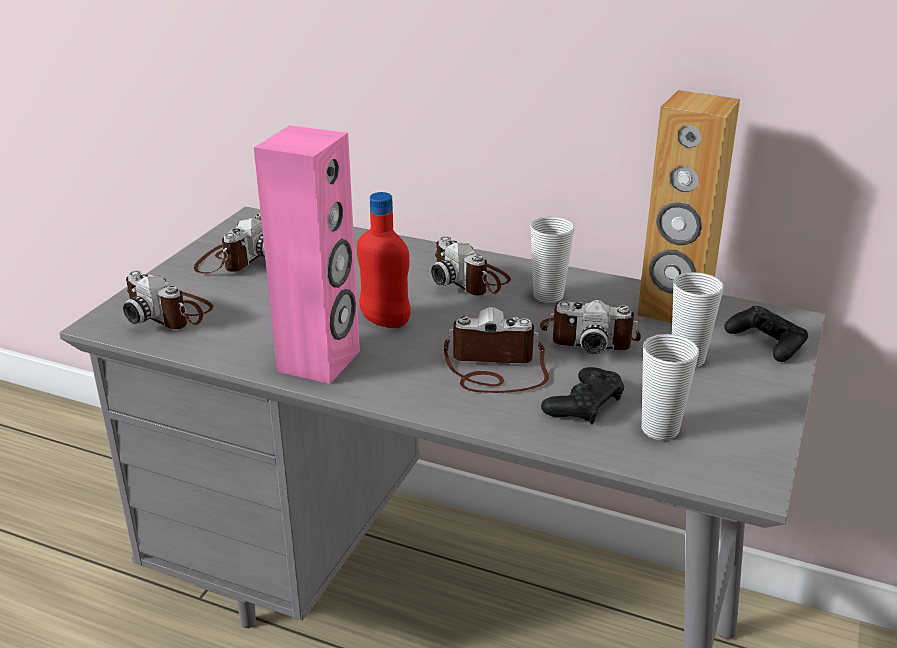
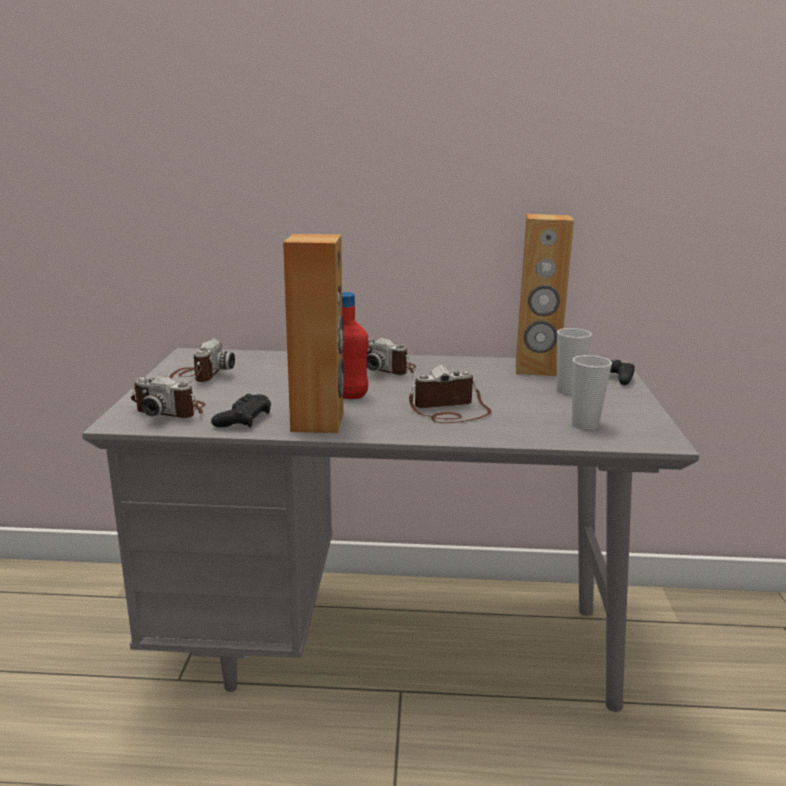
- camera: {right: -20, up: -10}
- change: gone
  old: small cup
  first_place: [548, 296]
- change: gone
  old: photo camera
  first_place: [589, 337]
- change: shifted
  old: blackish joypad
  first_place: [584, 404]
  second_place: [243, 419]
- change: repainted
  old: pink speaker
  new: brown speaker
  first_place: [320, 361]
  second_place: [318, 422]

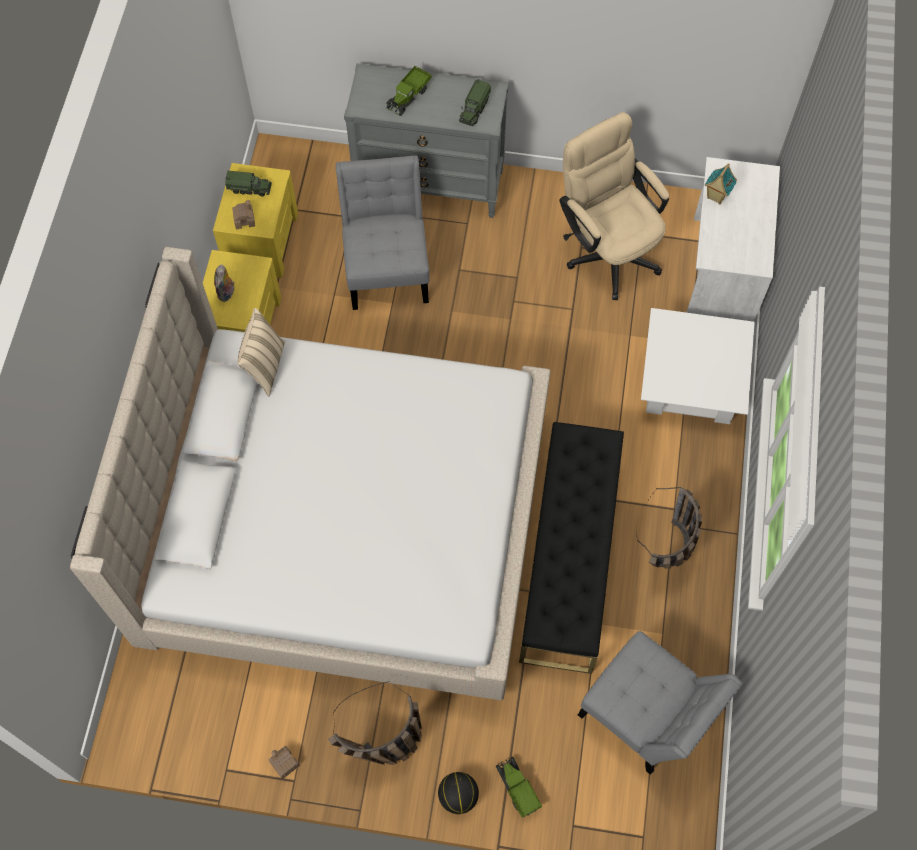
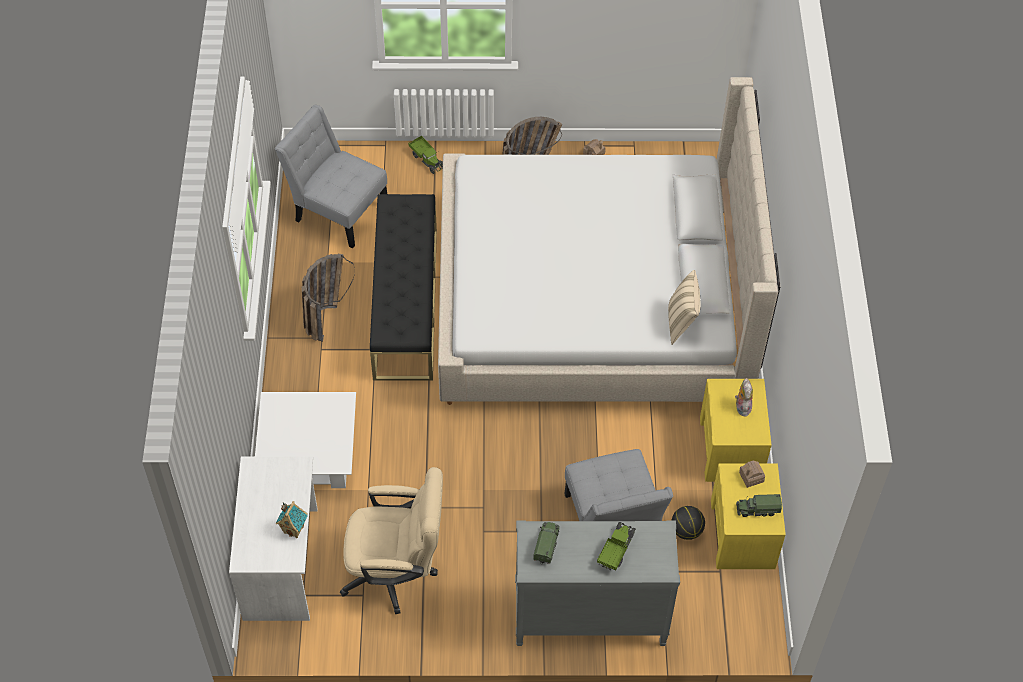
- camera: {right: 170, up: -10}
- change: shifted
  old: ball for basketball
  first_place: [458, 796]
  second_place: [686, 530]
- change: rotated
  old: beige-coloured desk chair
  first_place: [607, 249]
  second_place: [397, 572]
  degrees: -45

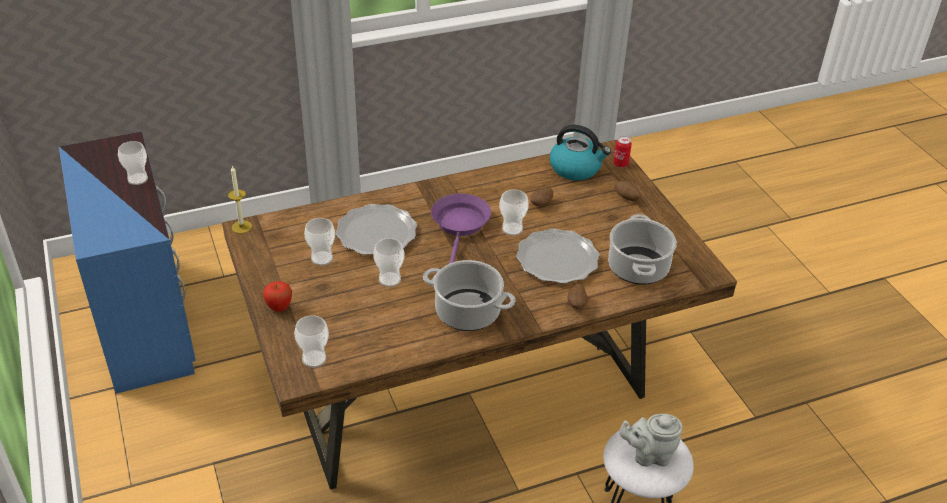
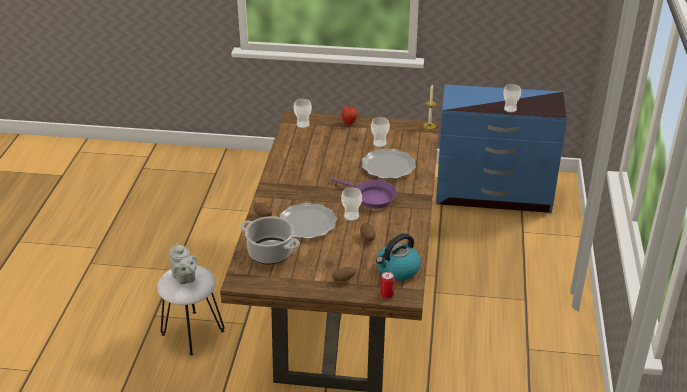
- camera: {right: 120, up: -5}
- change: gone
  old: small cup
  first_place: [389, 279]
- change: gone
  old: saucepot
  first_place: [466, 312]
- change: rotated
  old: greyish tea pot
  first_place: [649, 455]
  second_place: [185, 278]
  degrees: 120

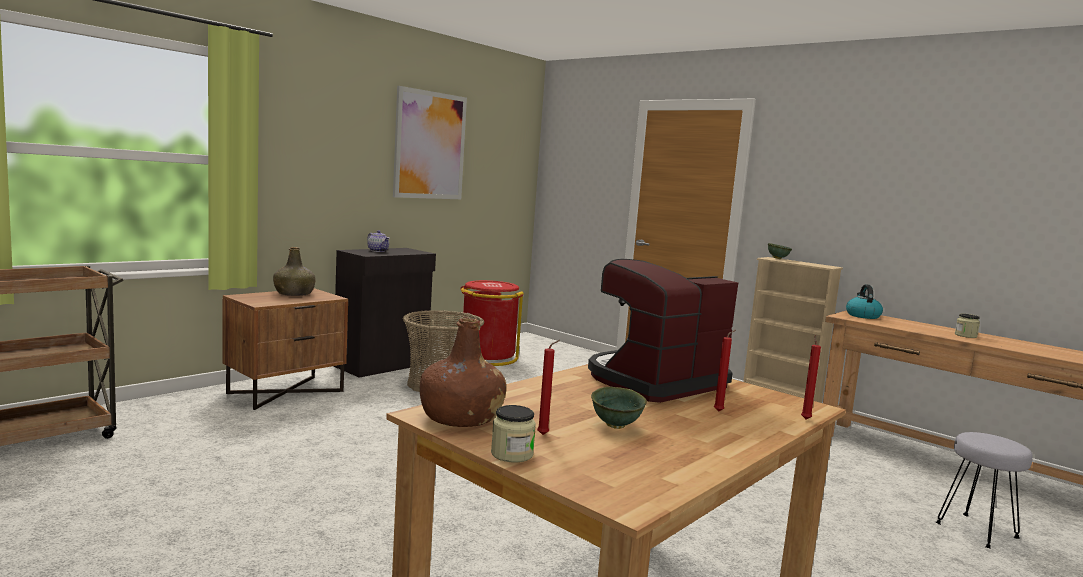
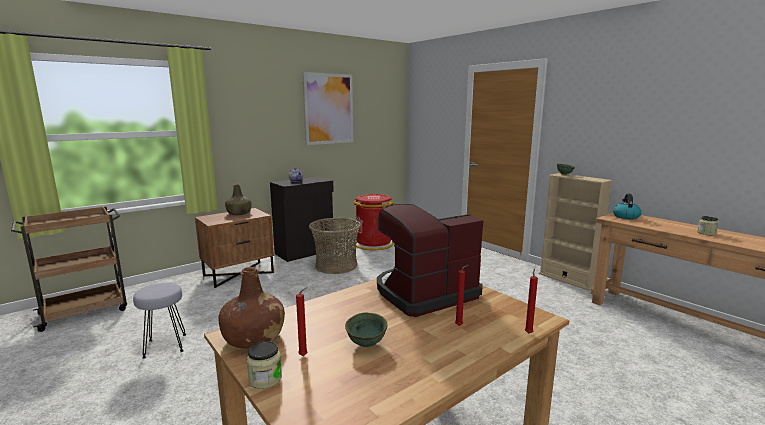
- camera: {right: 10, up: 5}
- change: shifted
  old: greyish sitting stool
  first_place: [977, 531]
  second_place: [165, 346]

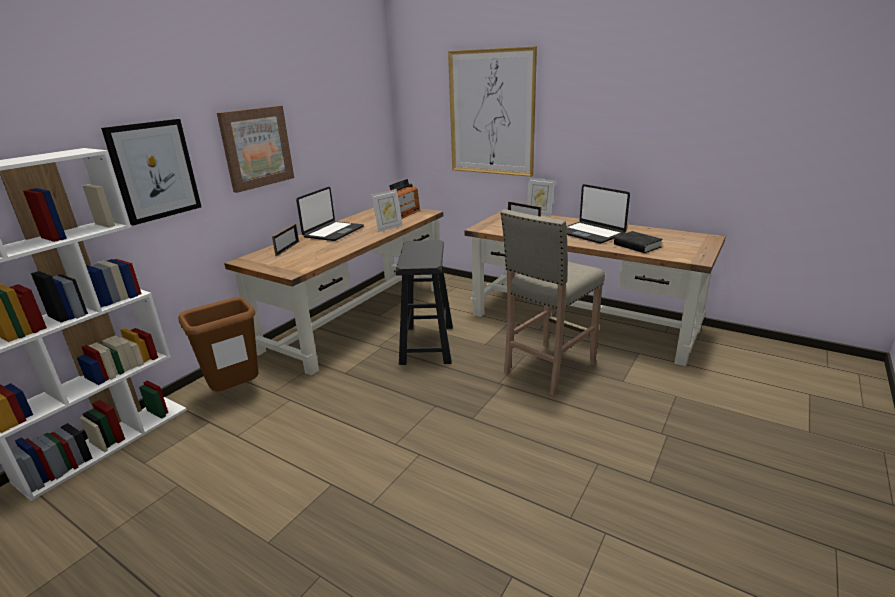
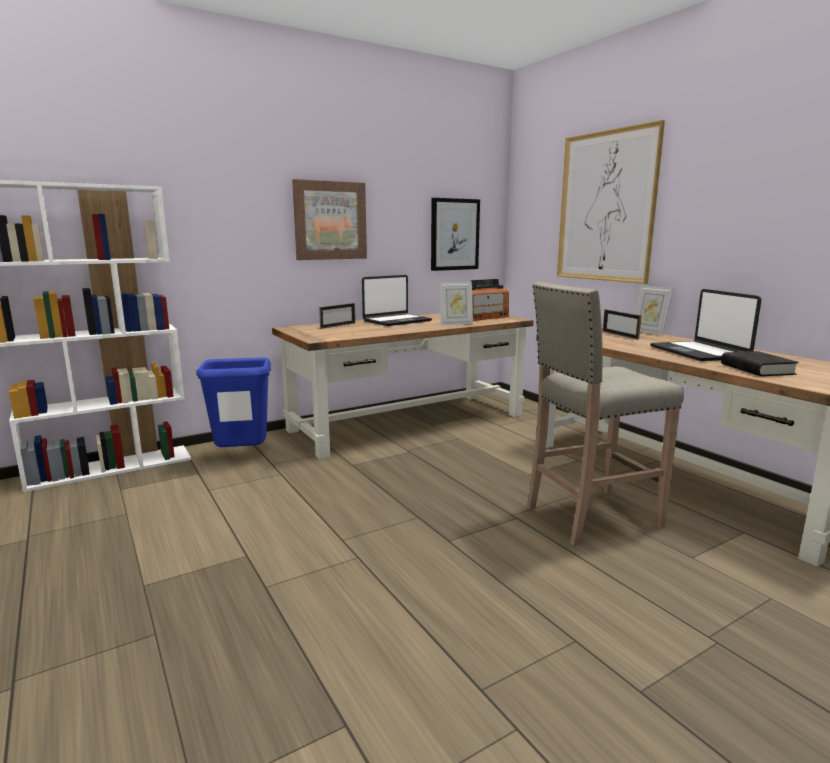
- camera: {right: 25, up: -10}
- change: gone
  old: blackish sitting stool
  first_place: [427, 345]
- change: shifted
  old: wall art
  first_place: [154, 170]
  second_place: [454, 234]
- change: repainted
  old: brown waste bin
  new: bluish waste bin
  first_place: [235, 393]
  second_place: [241, 457]

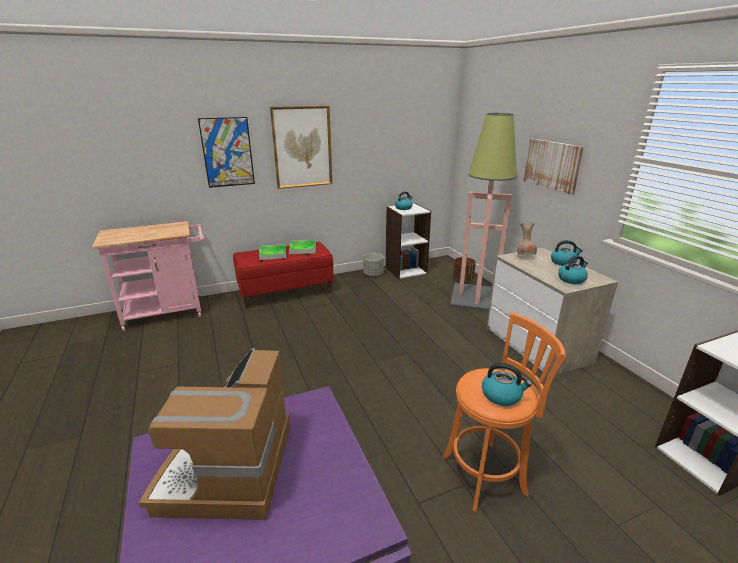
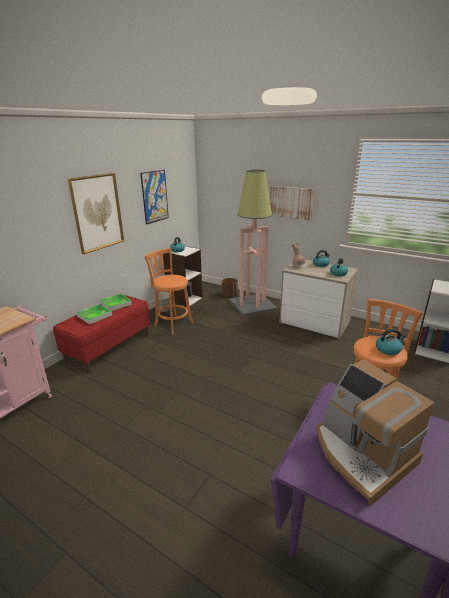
- camera: {right: -35, up: 0}
- change: new
  new: orangey sitting stool
  second_place: [172, 324]
- change: shifted
  old: wall art
  first_place: [227, 152]
  second_place: [155, 196]

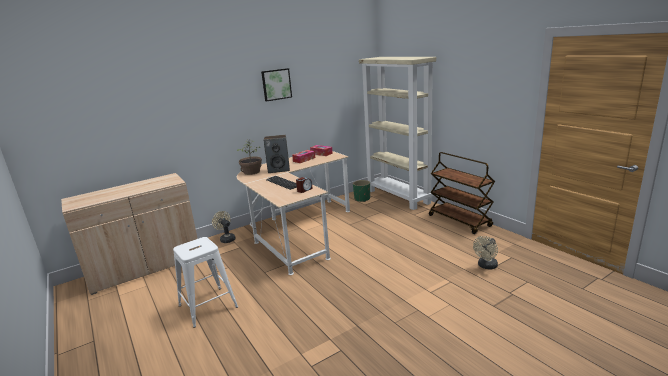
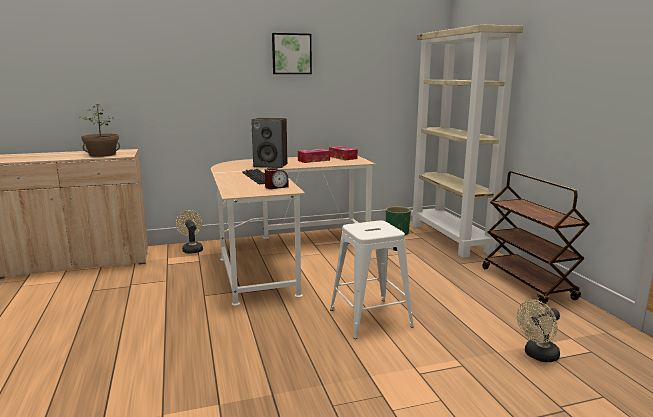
- camera: {right: 15, up: -5}
- change: shifted
  old: whitish sitting stool
  first_place: [208, 306]
  second_place: [370, 318]
- change: shifted
  old: plant in a pot
  first_place: [251, 172]
  second_place: [102, 154]

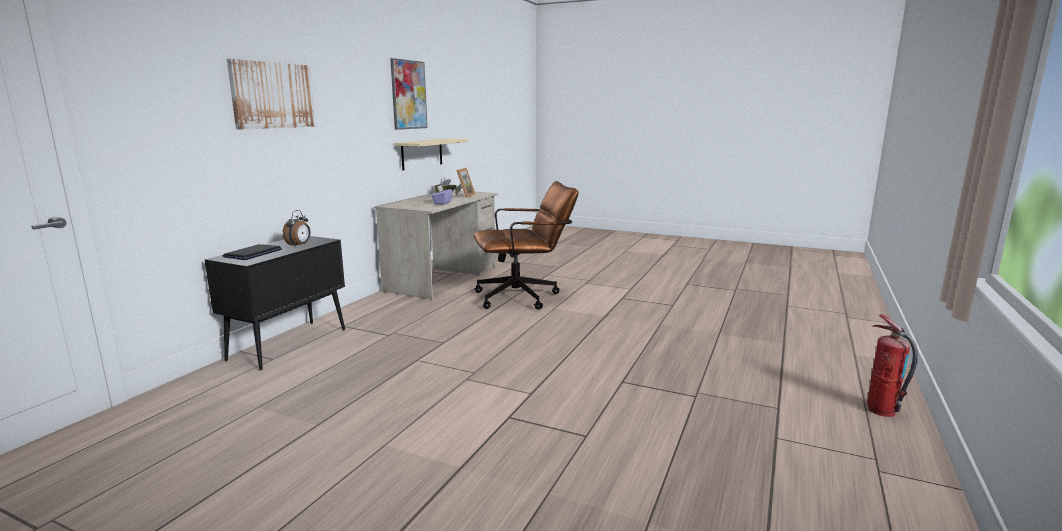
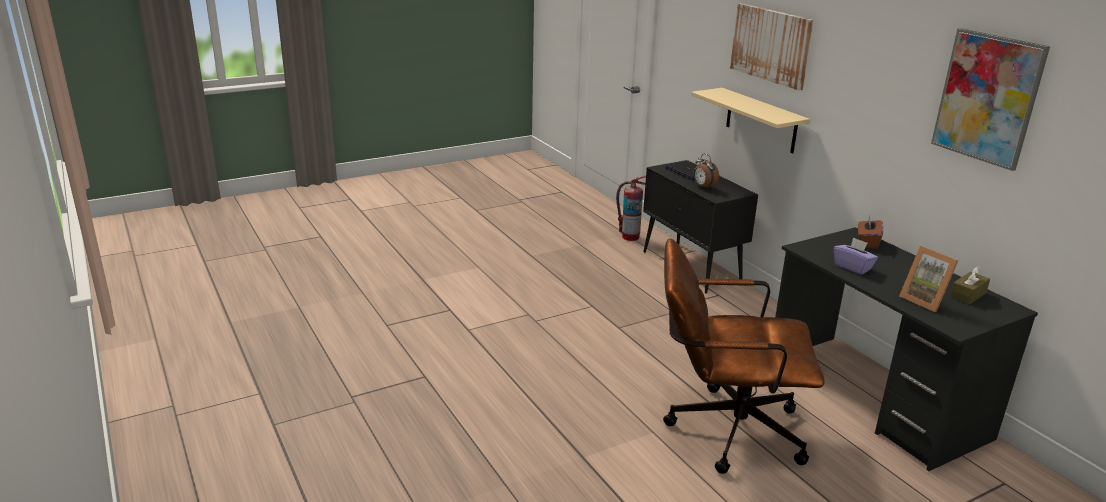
- camera: {right: 125, up: 10}
- change: new
  new: brown box of tissues
  second_place: [867, 242]
- change: shifted
  old: beige-coloured bracket shelf
  first_place: [422, 153]
  second_place: [761, 120]
- change: shifted
  old: fire-fighting cylinder
  first_place: [881, 410]
  second_place: [630, 237]
- change: repainted
  old: beige-coloured desk table
  new: blackish desk table
  first_place: [443, 278]
  second_place: [874, 397]
- change: rotated
  old: brown desk chair
  first_place: [524, 297]
  second_place: [723, 429]
  degrees: 75

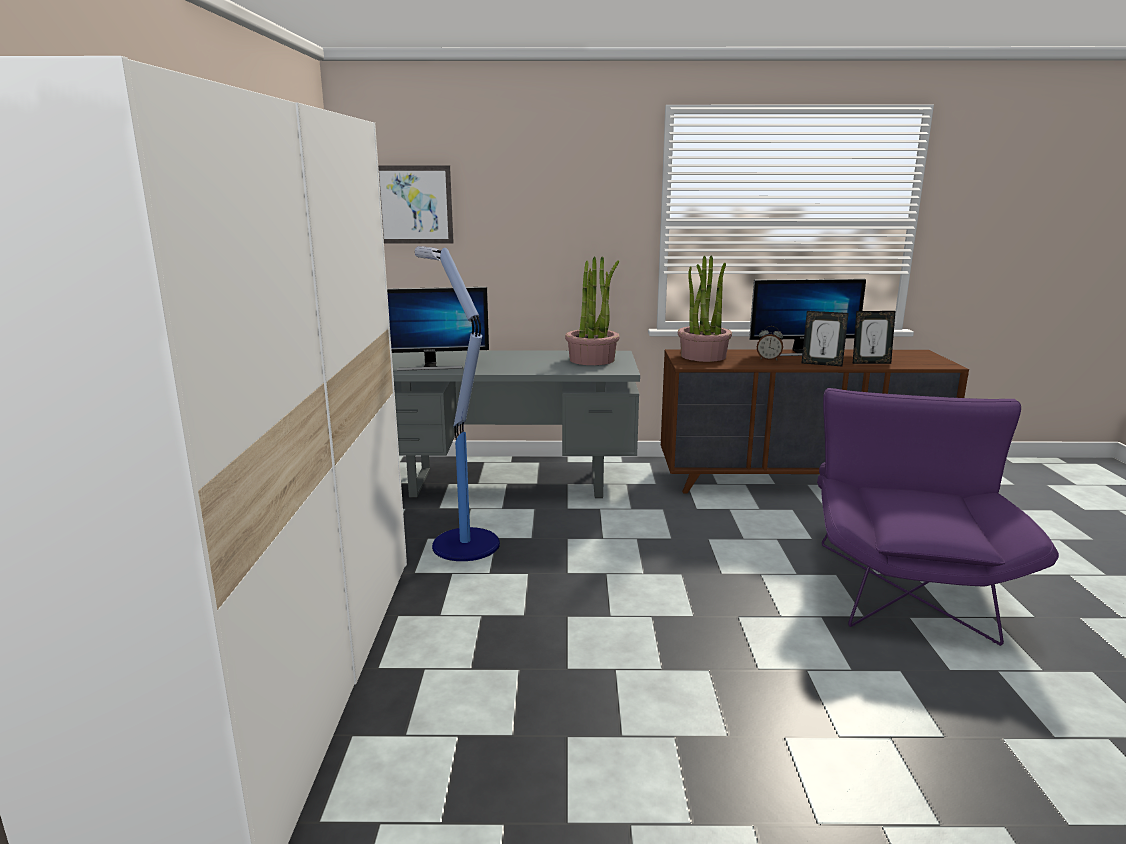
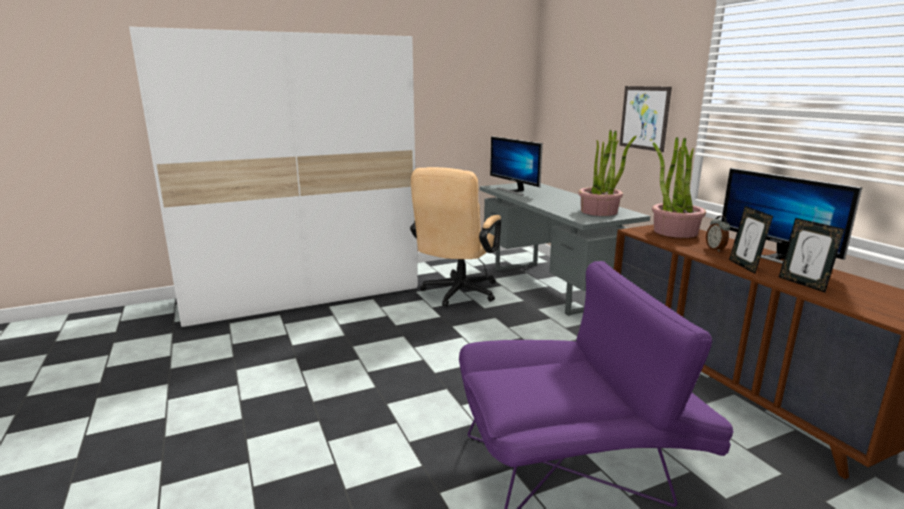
- camera: {right: 65, up: 0}
- change: shifted
  old: wall art
  first_place: [414, 204]
  second_place: [644, 118]
- change: swapped
  old: floor lamp
  new: beige-coloured desk chair
  first_place: [464, 544]
  second_place: [457, 294]

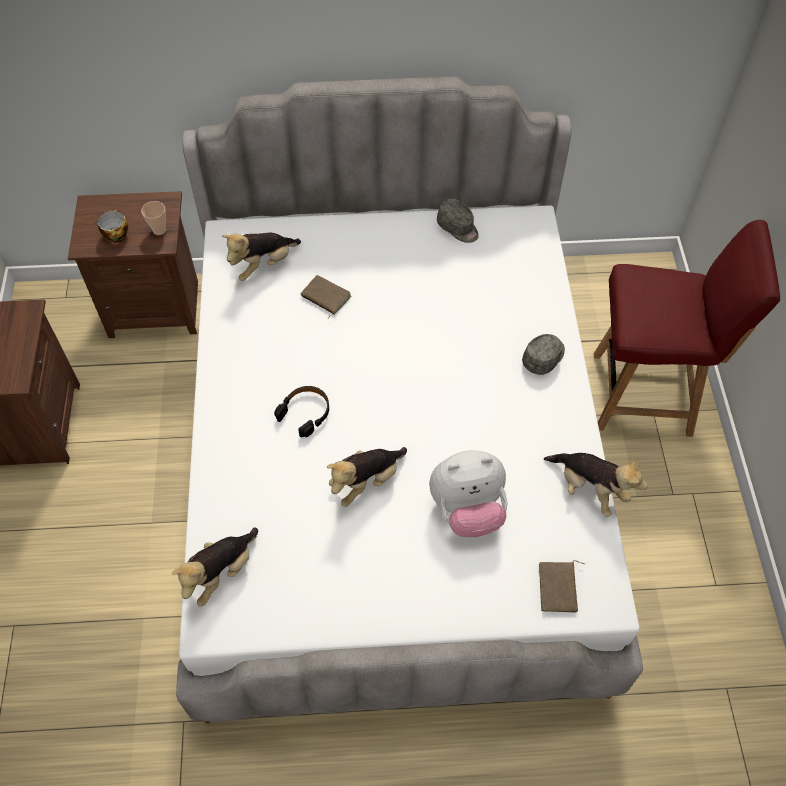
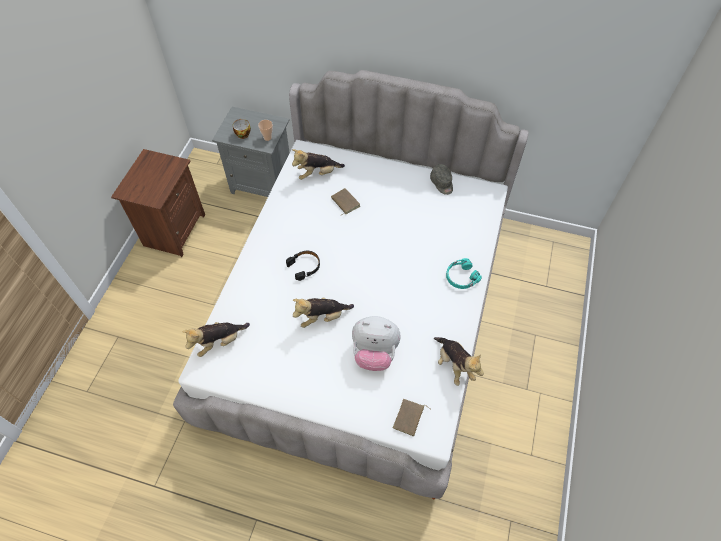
- camera: {right: 20, up: 0}
- change: gone
  old: red chair
  first_place: [645, 394]
- change: swapped
  old: greyish peaked cap
  new: turquoise-coloured pair of headphones
  first_place: [544, 357]
  second_place: [461, 277]
- change: repainted
  old: brown night table
  new: greyish night table
  first_place: [155, 307]
  second_place: [263, 183]

